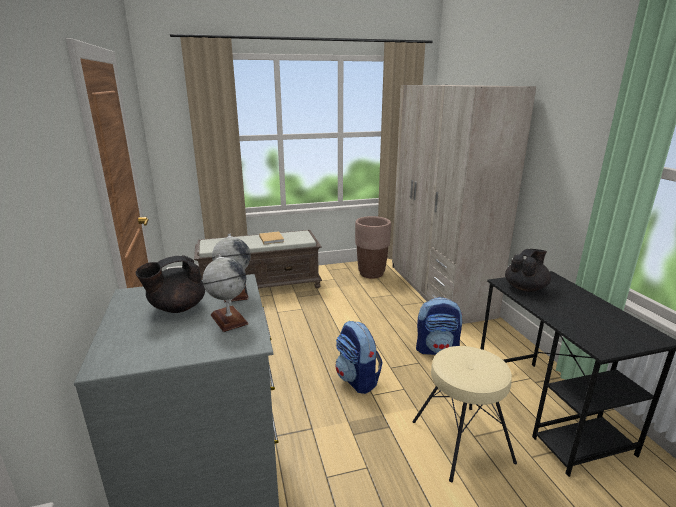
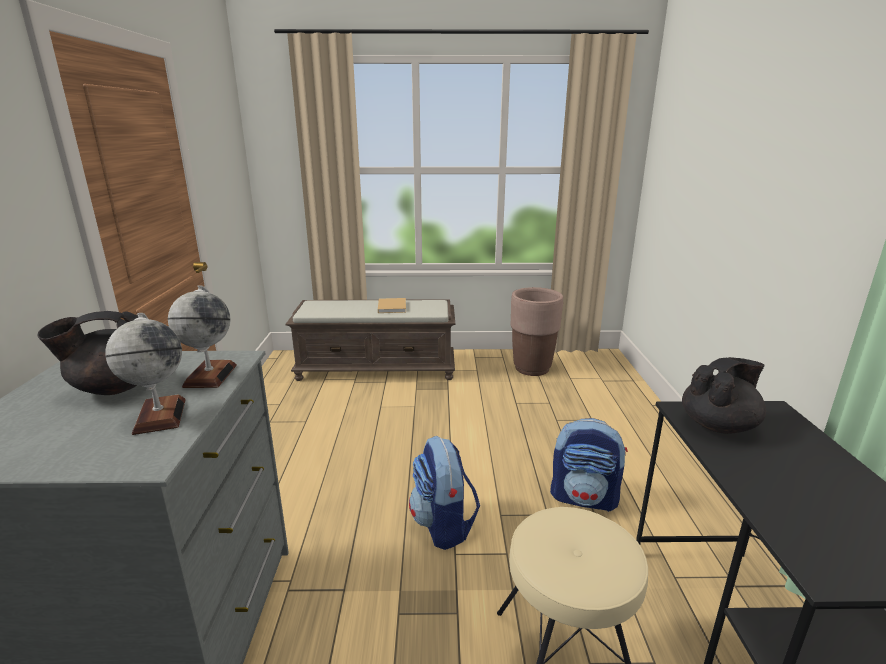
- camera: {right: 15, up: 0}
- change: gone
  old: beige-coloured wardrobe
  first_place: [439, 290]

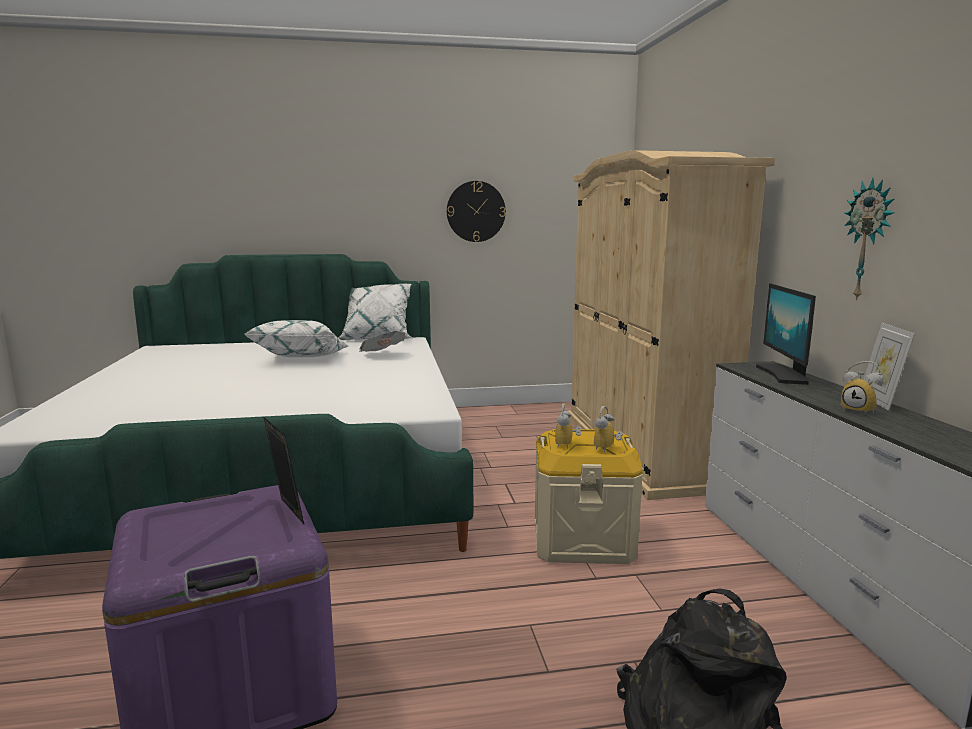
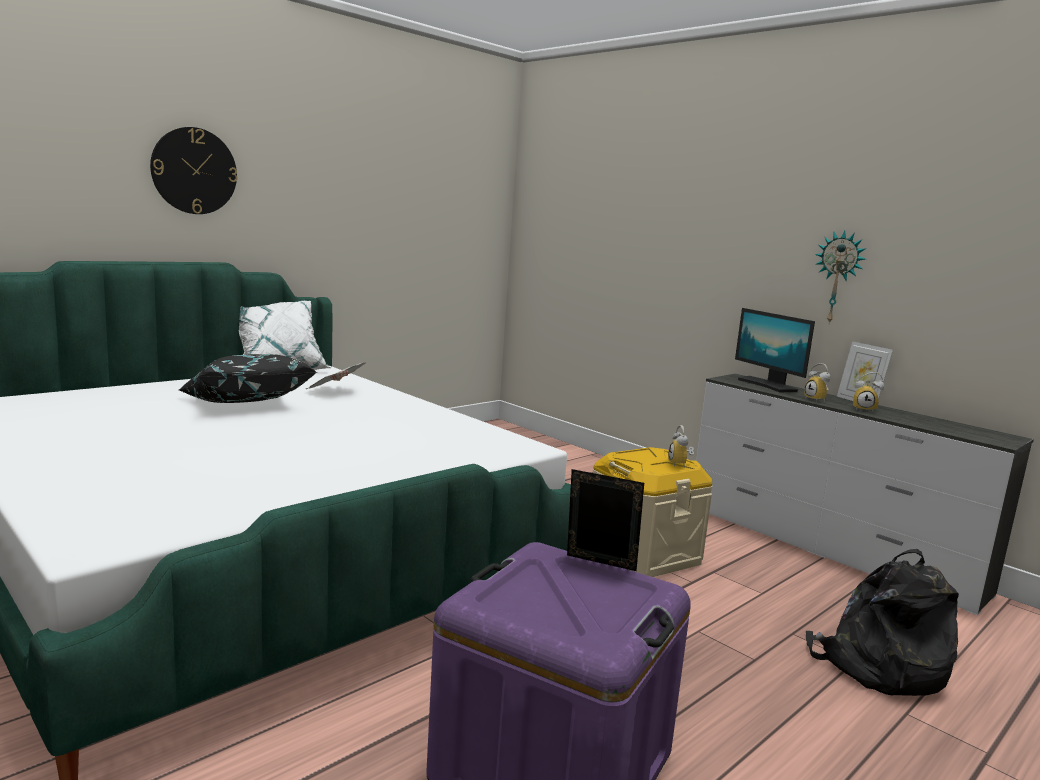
- camera: {right: -35, up: 0}
- change: gone
  old: beige-coloured wardrobe
  first_place: [640, 449]
- change: shifted
  old: wall clock
  first_place: [476, 211]
  second_place: [194, 171]
- change: shifted
  old: table clock
  first_place: [567, 445]
  second_place: [817, 400]
- change: repainted
  old: whitish cushion
  new: blackish cushion
  first_place: [301, 359]
  second_place: [246, 404]

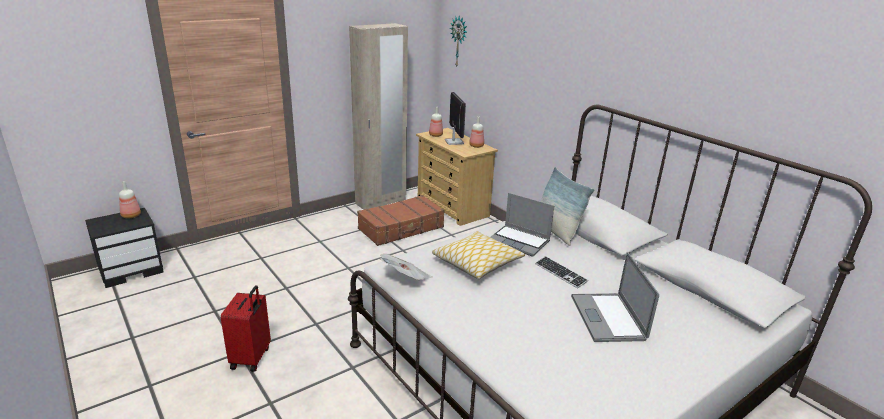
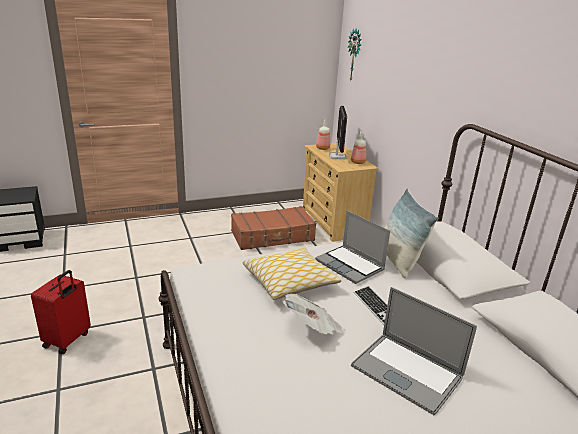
- camera: {right: 15, up: 0}
- change: gone
  old: beverage bottle
  first_place: [130, 216]
- change: gone
  old: beige-coloured wardrobe
  first_place: [381, 202]
- change: shifted
  old: printed paper
  first_place: [406, 279]
  second_place: [313, 328]
- change: rotated
  old: portable computer
  first_place: [607, 317]
  second_place: [406, 372]
  degrees: -60

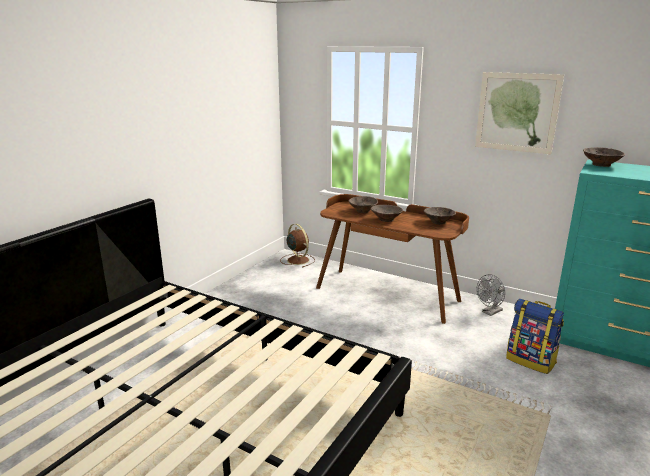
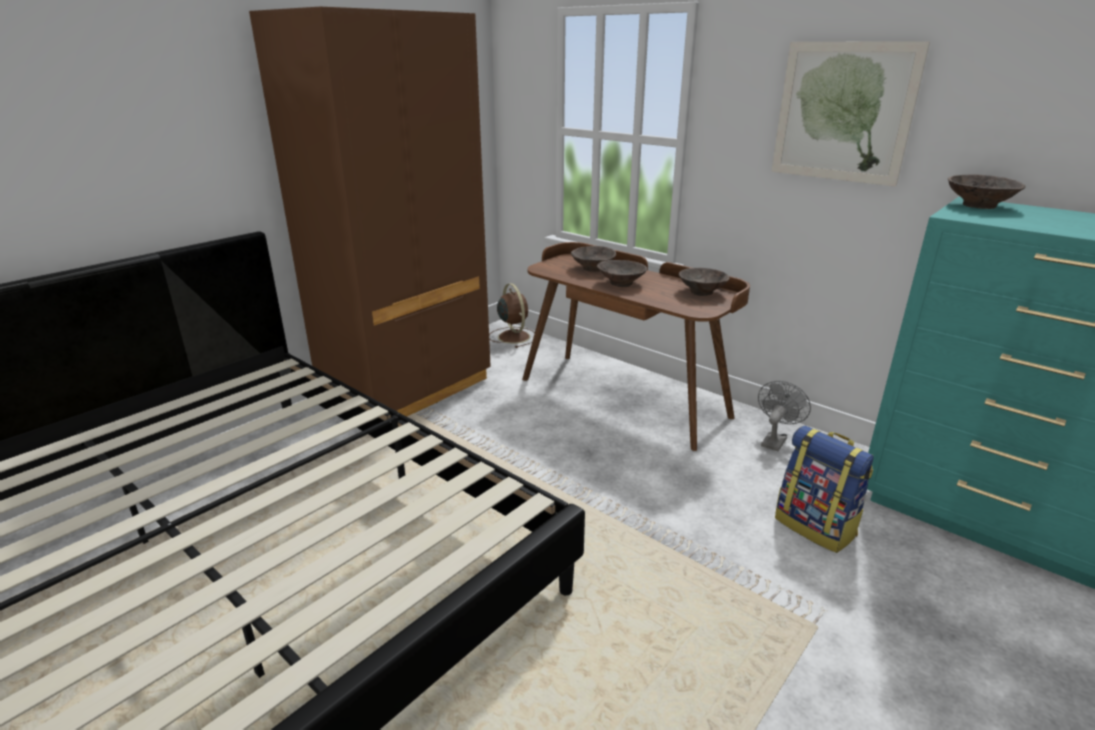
- camera: {right: 10, up: 5}
- change: new
  new: brown wardrobe
  second_place: [407, 388]
- change: rotated
  old: greyish electric fan
  first_place: [490, 312]
  second_place: [774, 440]
  degrees: 150

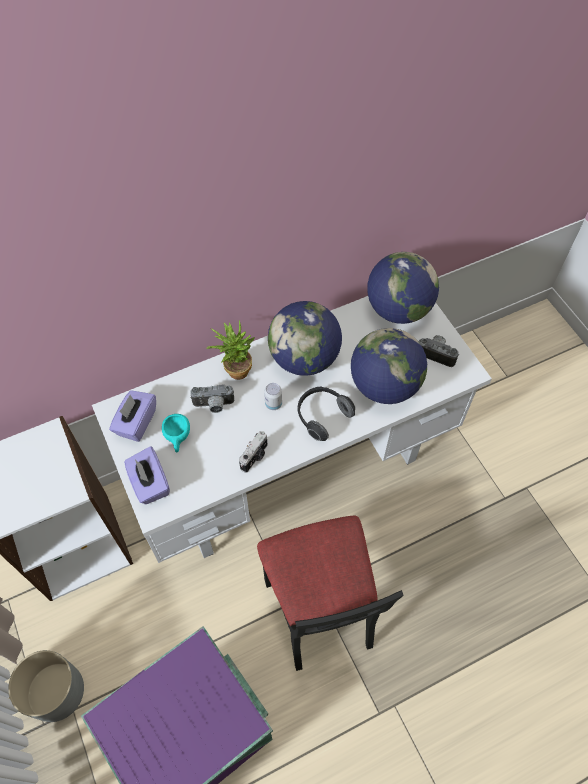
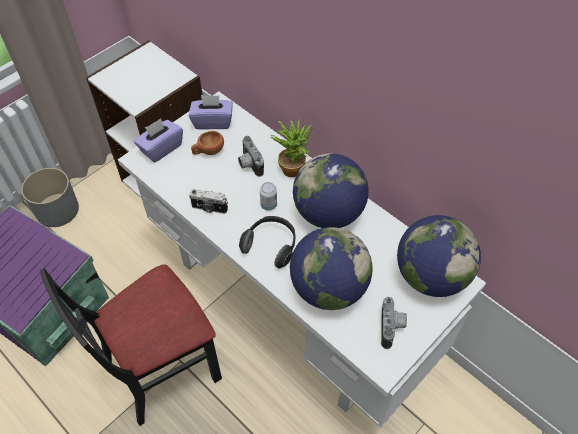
- camera: {right: 70, up: -5}
- change: repainted
  old: turquoise-coloured small cup
  new: brown small cup
  first_place: [178, 438]
  second_place: [208, 151]

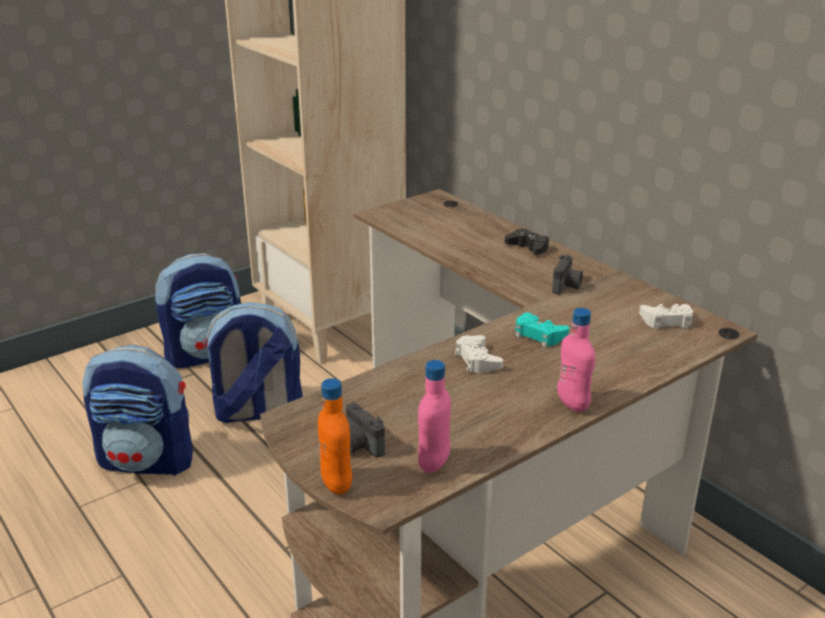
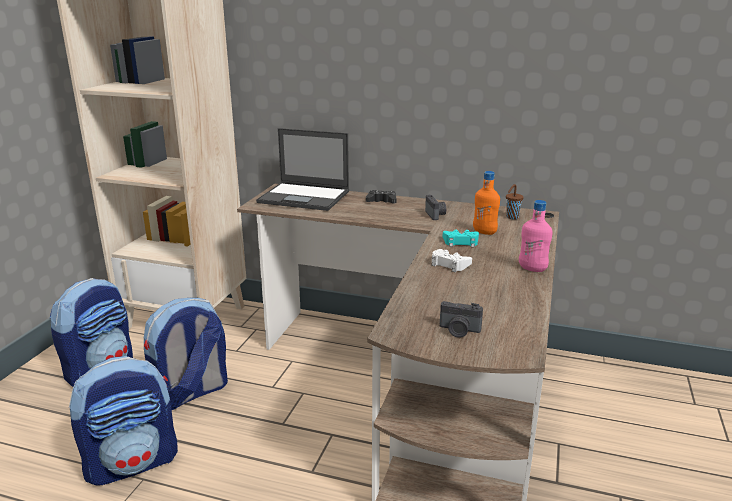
- camera: {right: -35, up: -5}
- change: gone
  old: pink beverage bottle
  first_place: [434, 463]
- change: new
  new: portable computer
  second_place: [305, 197]
- change: shifted
  old: orangey beverage bottle
  first_place: [336, 483]
  second_place: [484, 232]
- change: swapped
  old: whitish joypad
  new: brown small cup
  first_place: [667, 321]
  second_place: [511, 217]

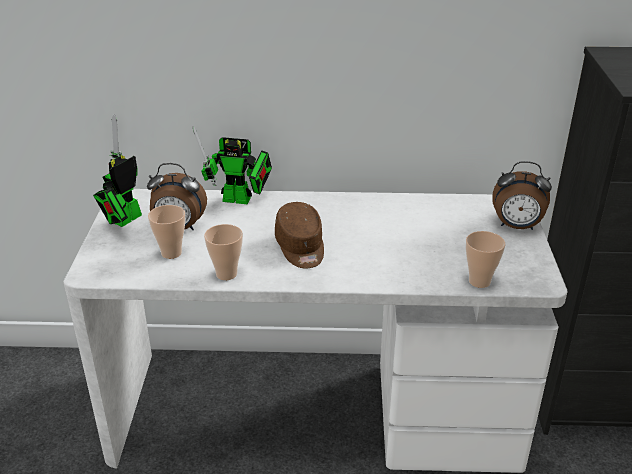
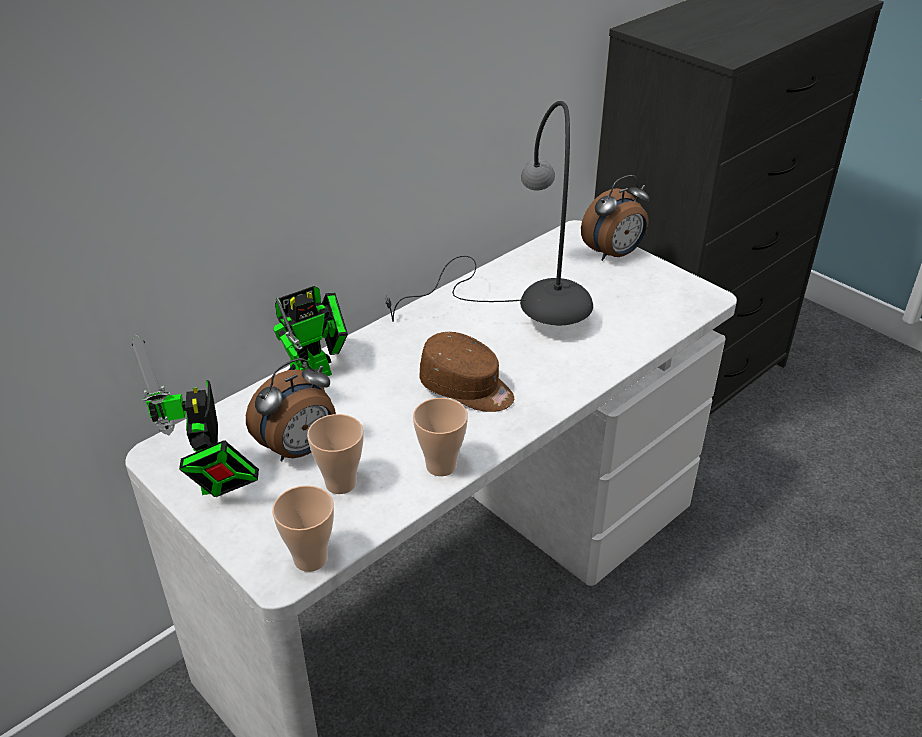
- camera: {right: -45, up: 5}
- change: new
  new: greyish lamp for a table
  second_place: [519, 307]
- change: shifted
  old: small cup
  first_place: [479, 281]
  second_place: [310, 559]

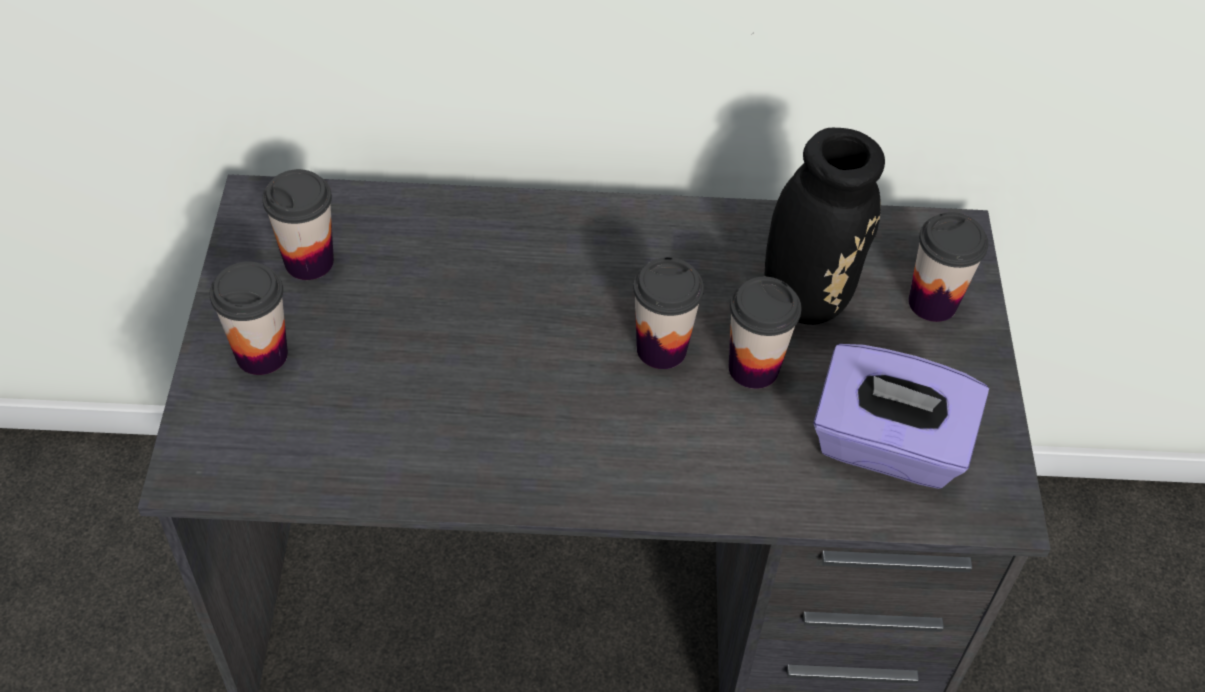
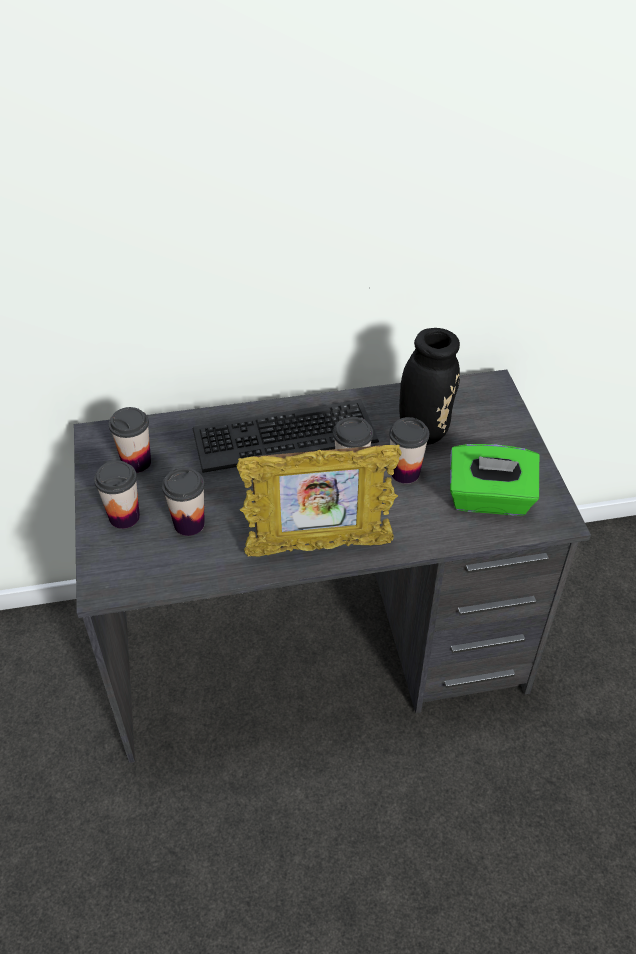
- camera: {right: -10, up: -5}
- change: new
  new: PC keyboard
  second_place: [284, 435]
- change: new
  new: photo frame
  second_place: [319, 547]
- change: shifted
  old: small cup
  first_place: [932, 303]
  second_place: [189, 524]
- change: repainted
  old: purplish box of tissues
  new: green-coloured box of tissues
  first_place: [887, 447]
  second_place: [489, 499]

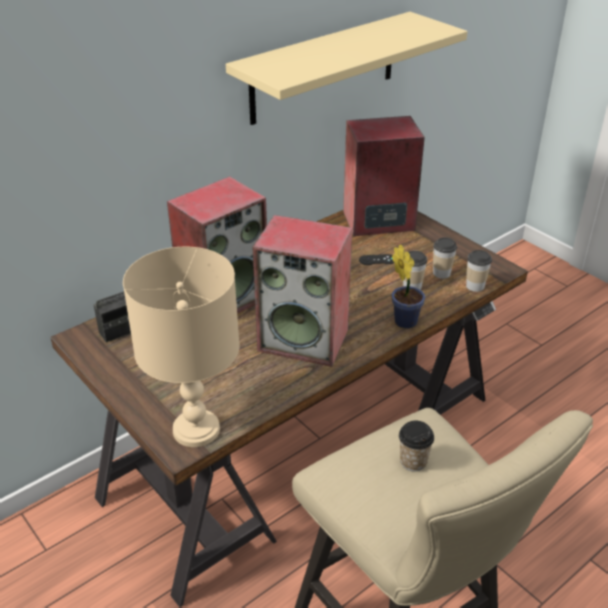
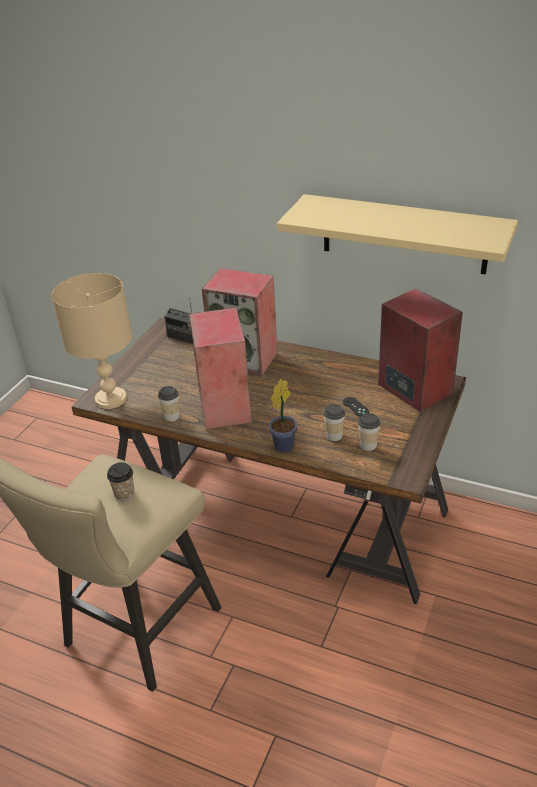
- camera: {right: 65, up: 0}
- change: shifted
  old: small cup
  first_place: [475, 286]
  second_place: [171, 416]

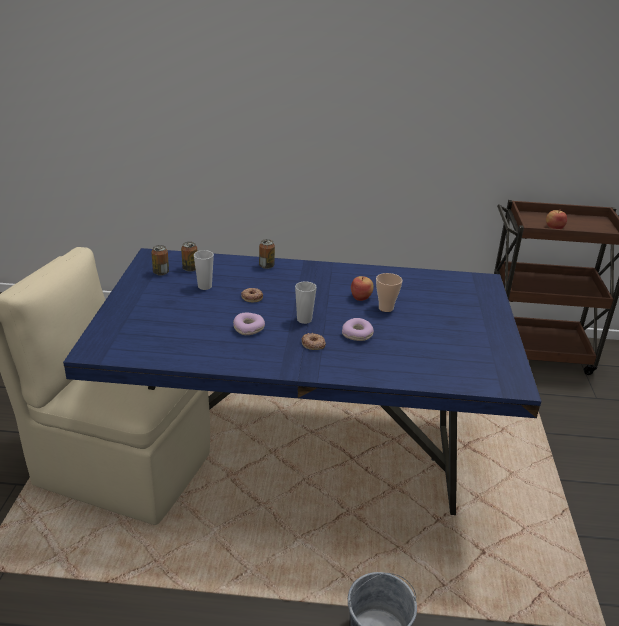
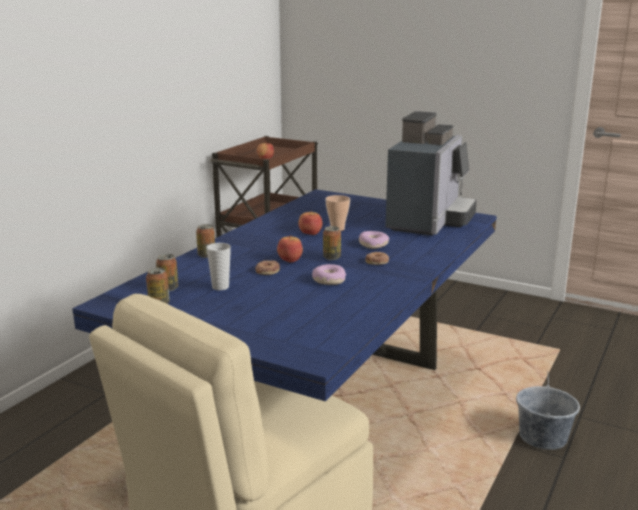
- camera: {right: -65, up: -10}
- change: new
  new: apple fruit
  second_place: [290, 259]
- change: new
  new: coffee brewer
  second_place: [429, 221]
- change: swapped
  old: small cup
  new: metal can
  first_place: [304, 320]
  second_place: [331, 258]

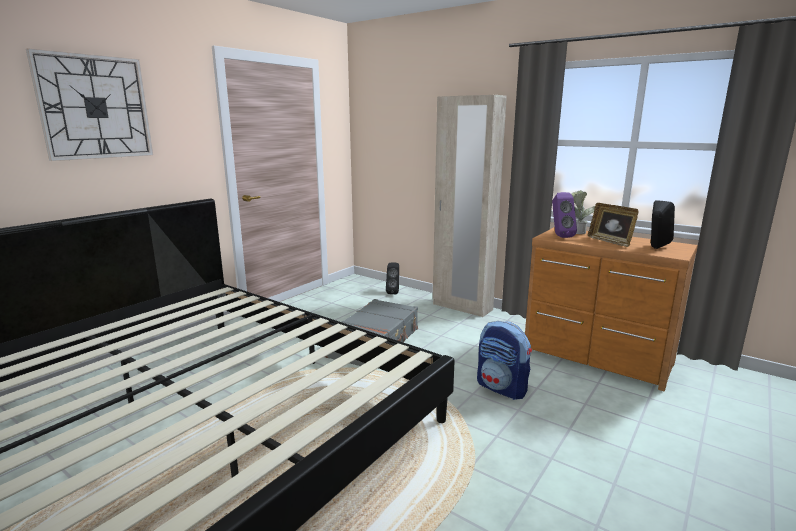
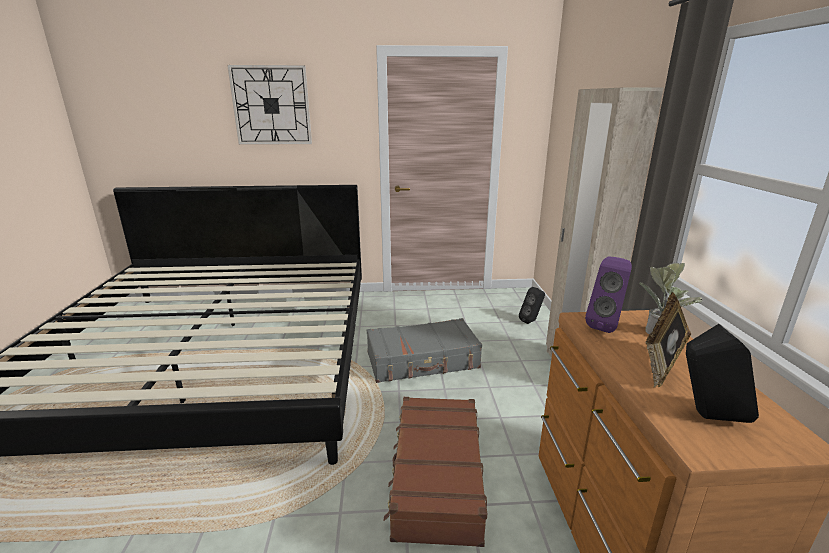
- camera: {right: 50, up: 5}
- change: swapped
  old: backpack
  new: brown piece of luggage
  first_place: [502, 388]
  second_place: [436, 477]

